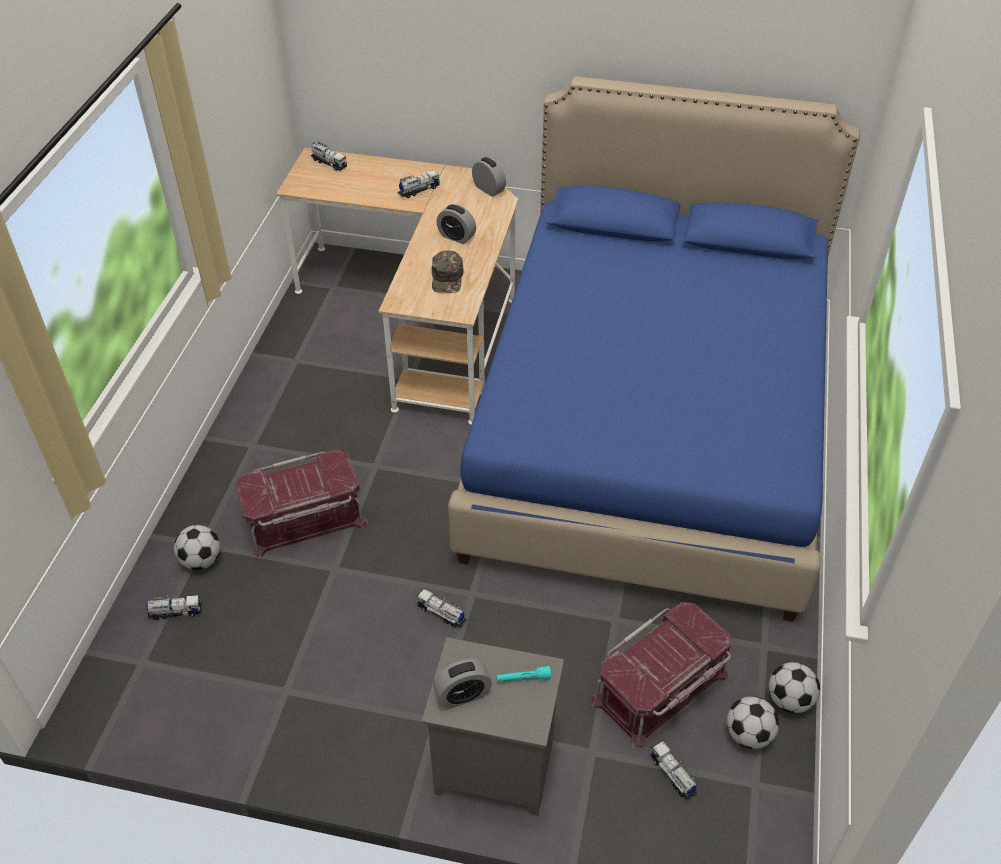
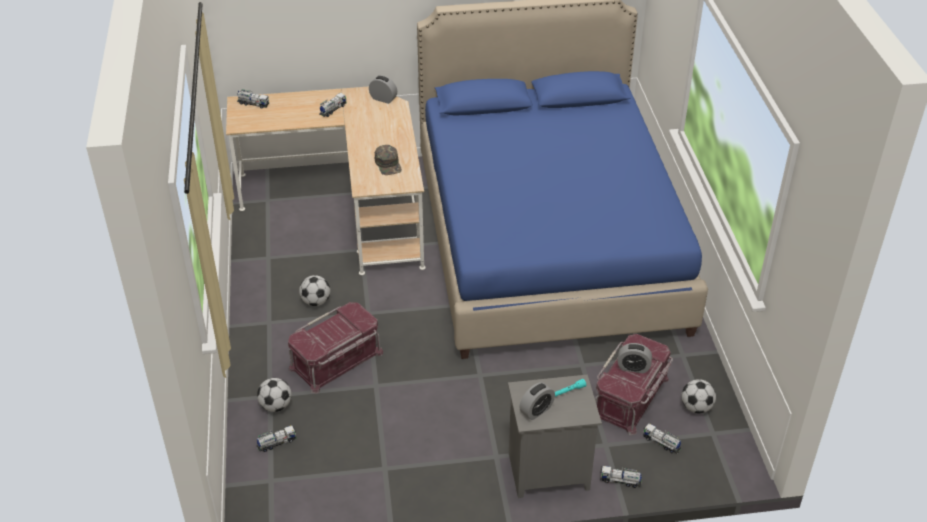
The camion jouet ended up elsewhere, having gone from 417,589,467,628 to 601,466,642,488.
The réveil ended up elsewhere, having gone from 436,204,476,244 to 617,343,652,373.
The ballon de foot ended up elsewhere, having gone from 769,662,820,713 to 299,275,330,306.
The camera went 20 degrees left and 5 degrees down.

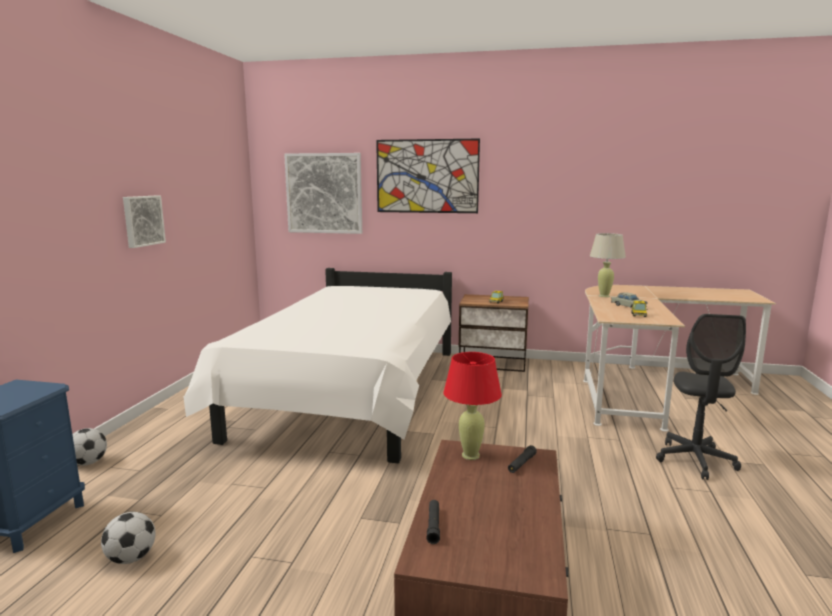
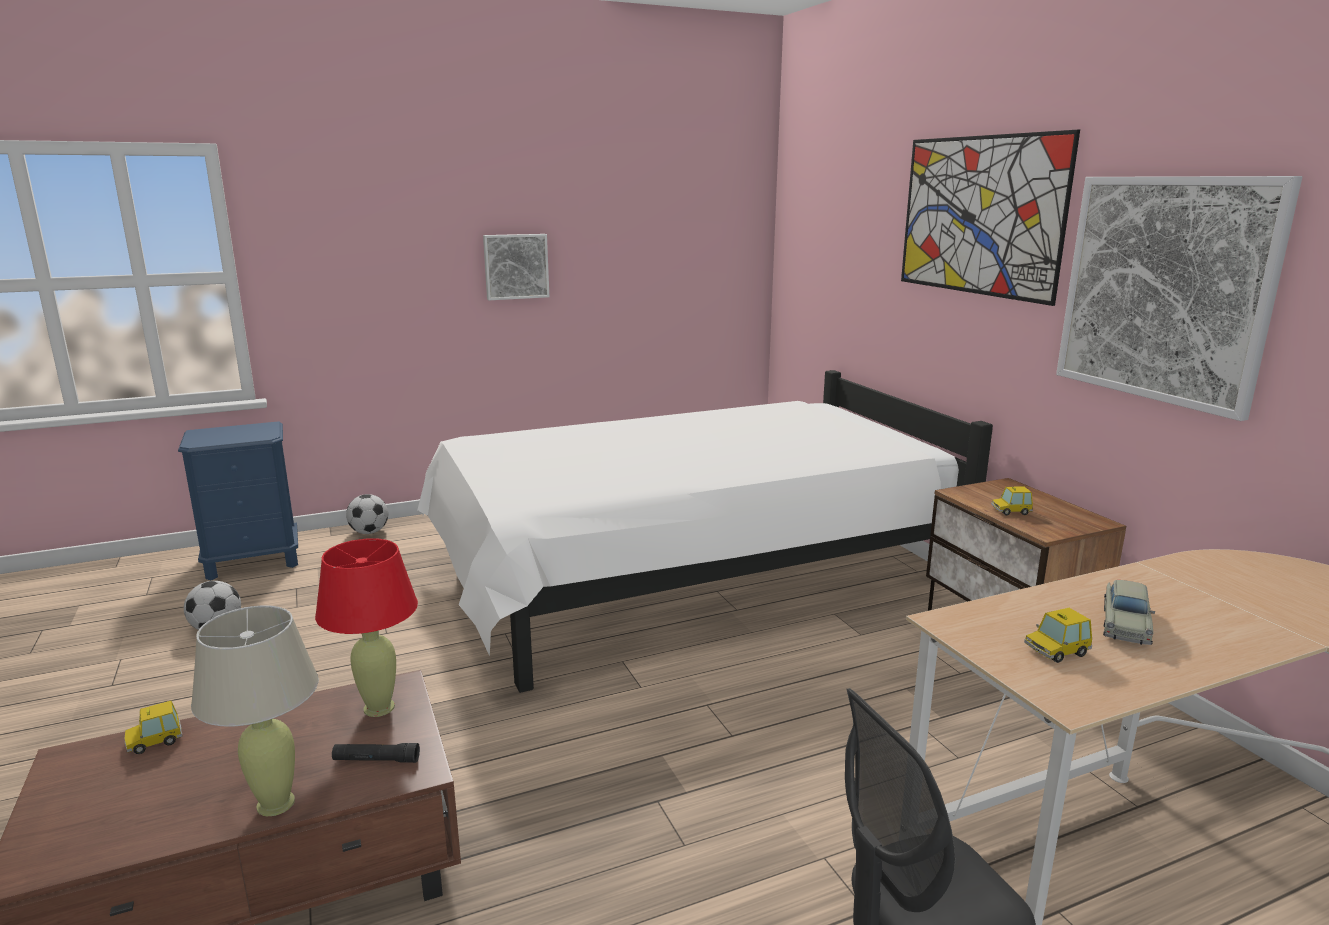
The tableau ended up elsewhere, having gone from 284,153,362,234 to 1056,176,1302,421.
Where the lampe de poche [noir] stood at 427,500,440,544, the petite voiture came to stand at 124,701,182,754.
The lampe de table [beige] ended up elsewhere, having gone from 590,233,626,297 to 191,605,319,816.
The camera went 55 degrees right and 5 degrees up.

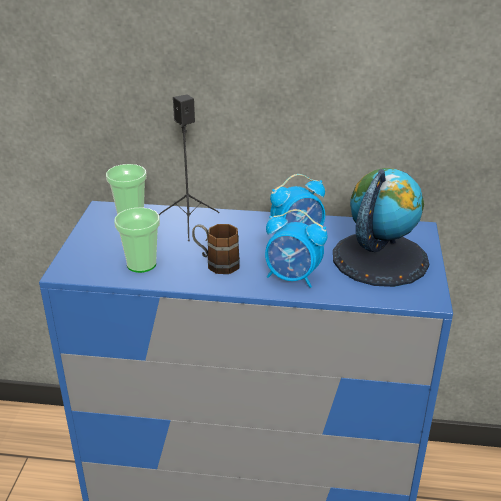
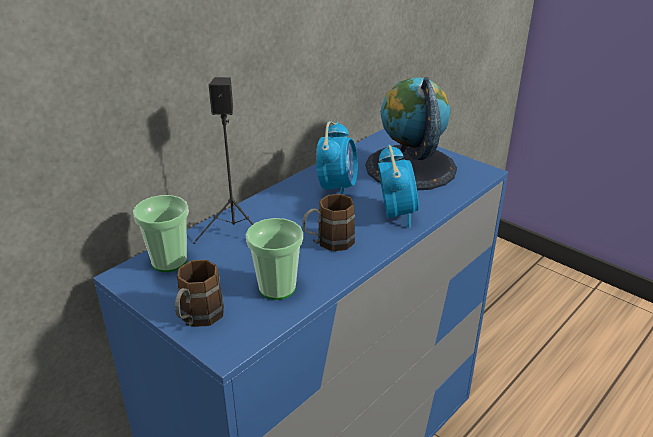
The réveil at 265,209,328,288 ended up facing another way, 60 degrees counterclockwise from before.
The second view gained the mug [marron] at 175,260,224,327.
The camera went 55 degrees left and 0 degrees up.

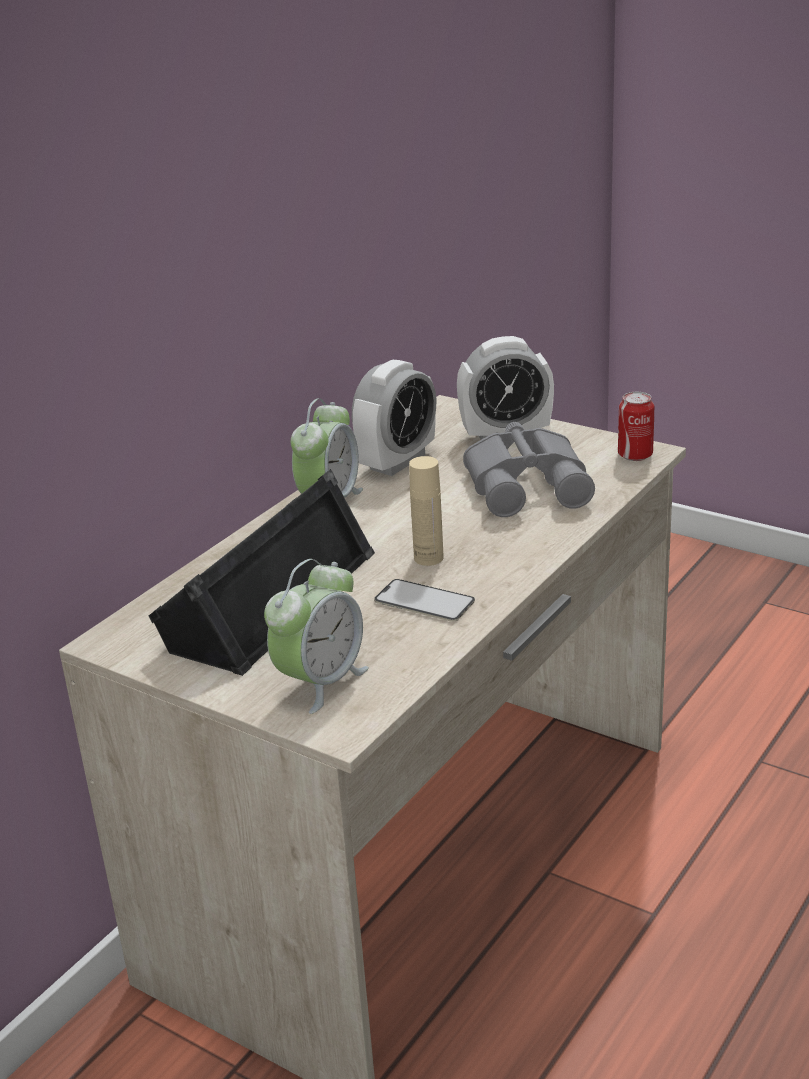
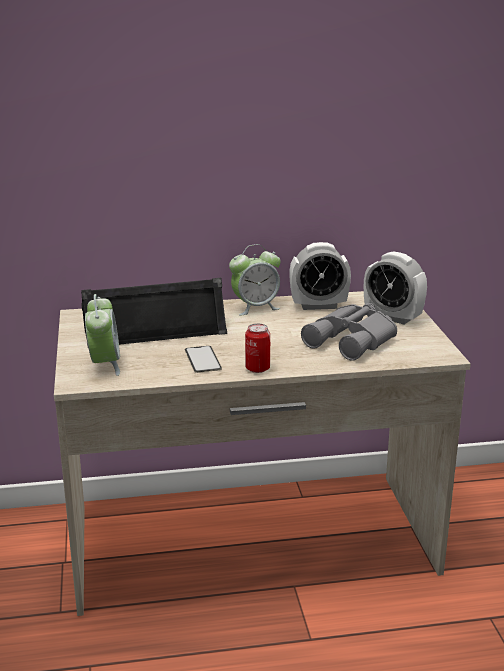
The réveil at 264,559,369,714 ended up facing another way, 90 degrees counterclockwise from before.
The second view lost the bouteille [beige] at 409,456,444,566.
The boîte métallique ended up elsewhere, having gone from 618,392,654,461 to 245,323,270,373.
The camera went 45 degrees right and 5 degrees down.

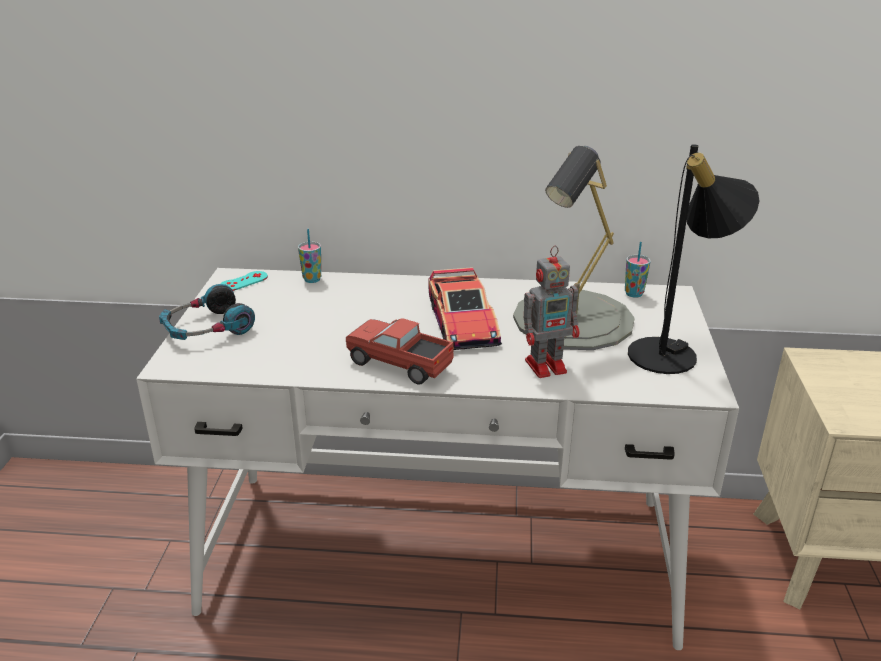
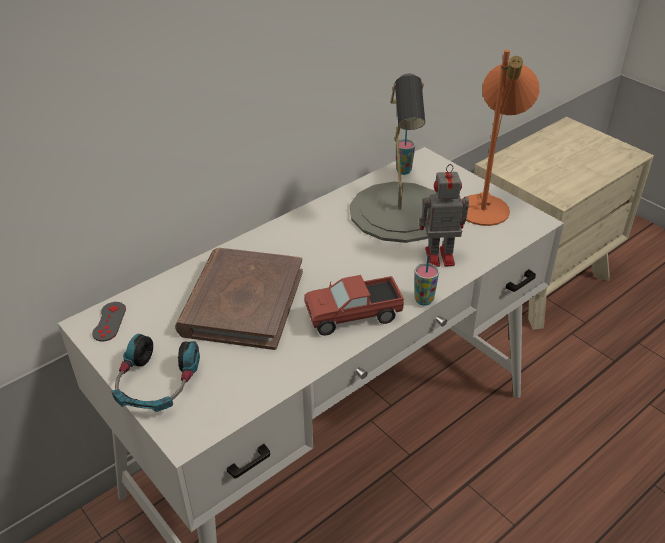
What was the manette [turquoise] at 220,271,268,291 turned into the manette [gris] at 92,302,126,342.
The tasse ended up elsewhere, having gone from 298,229,321,283 to 414,255,439,306.
The second view lost the petite voiture at 429,267,502,350.
The robot jouet at 524,245,579,378 ended up facing another way, 120 degrees counterclockwise from before.
What was the lampe de table [noir] at 628,144,759,374 turned into the lampe de table [orange] at 461,50,540,226.
The second view gained the livre [marron] at 175,248,303,350.
The camera went 45 degrees left and 10 degrees up.

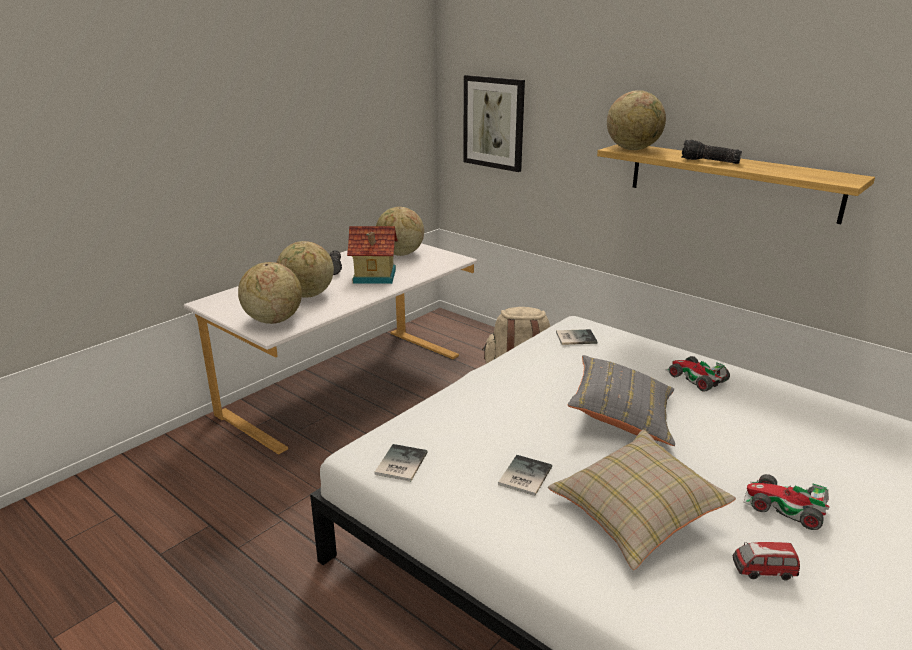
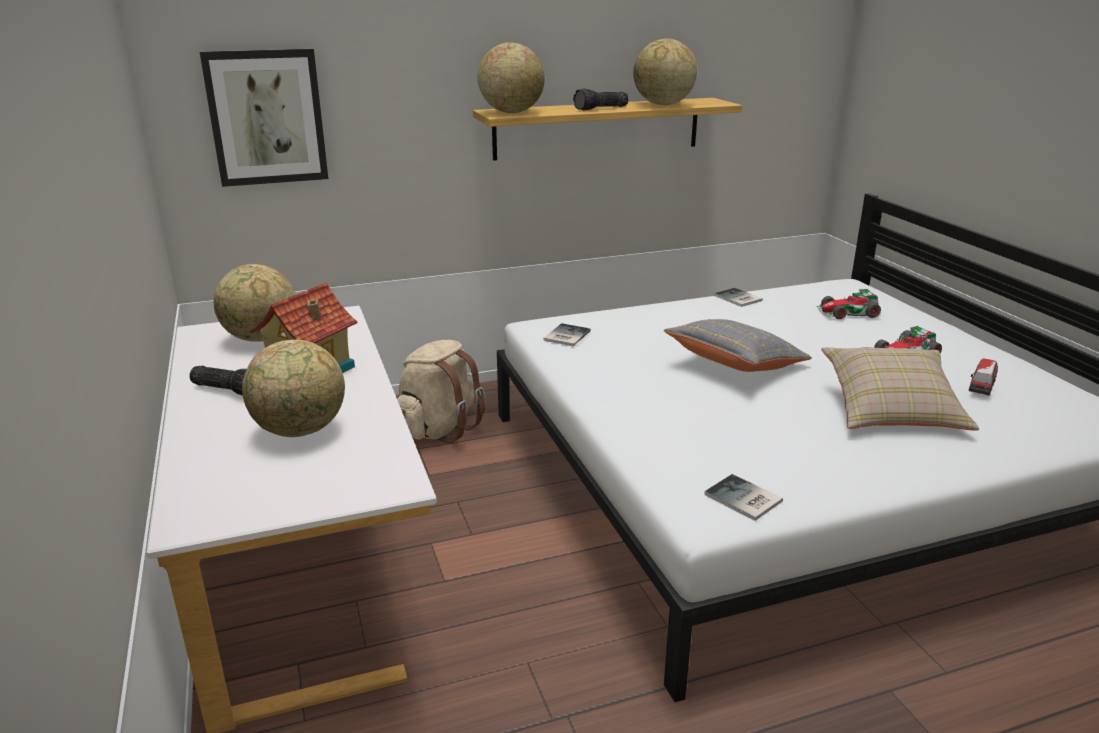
The globe ended up elsewhere, having gone from 238,262,302,324 to 633,38,697,105.
The livre ended up elsewhere, having gone from 498,455,552,496 to 714,288,763,307.
The petite voiture ended up elsewhere, having gone from 665,356,730,392 to 816,289,881,319.
The camera went 60 degrees left and 0 degrees up.

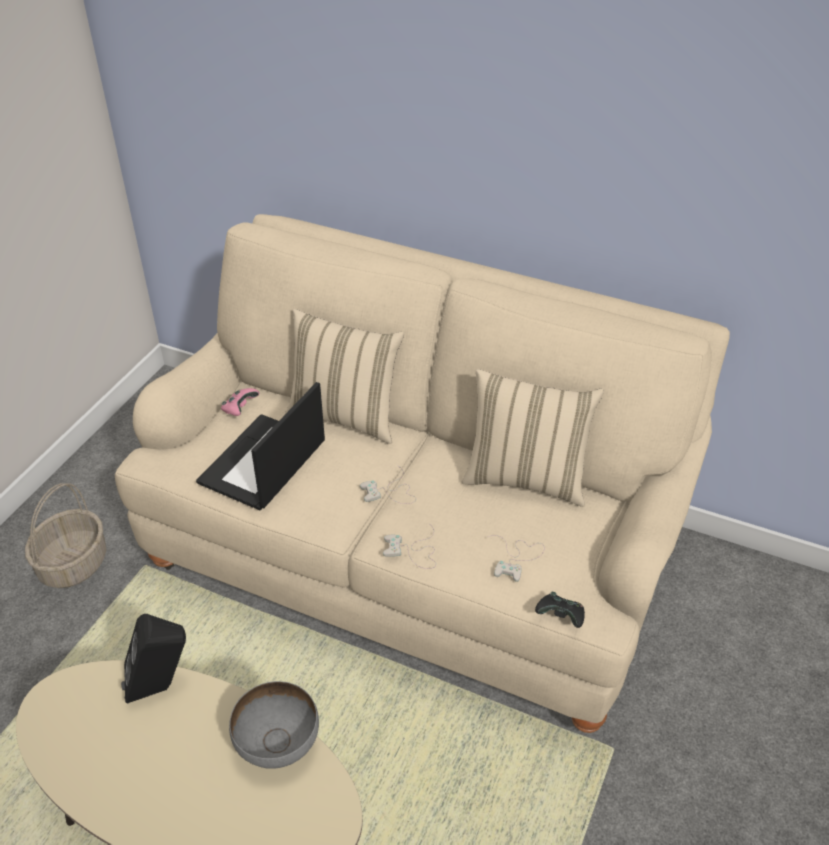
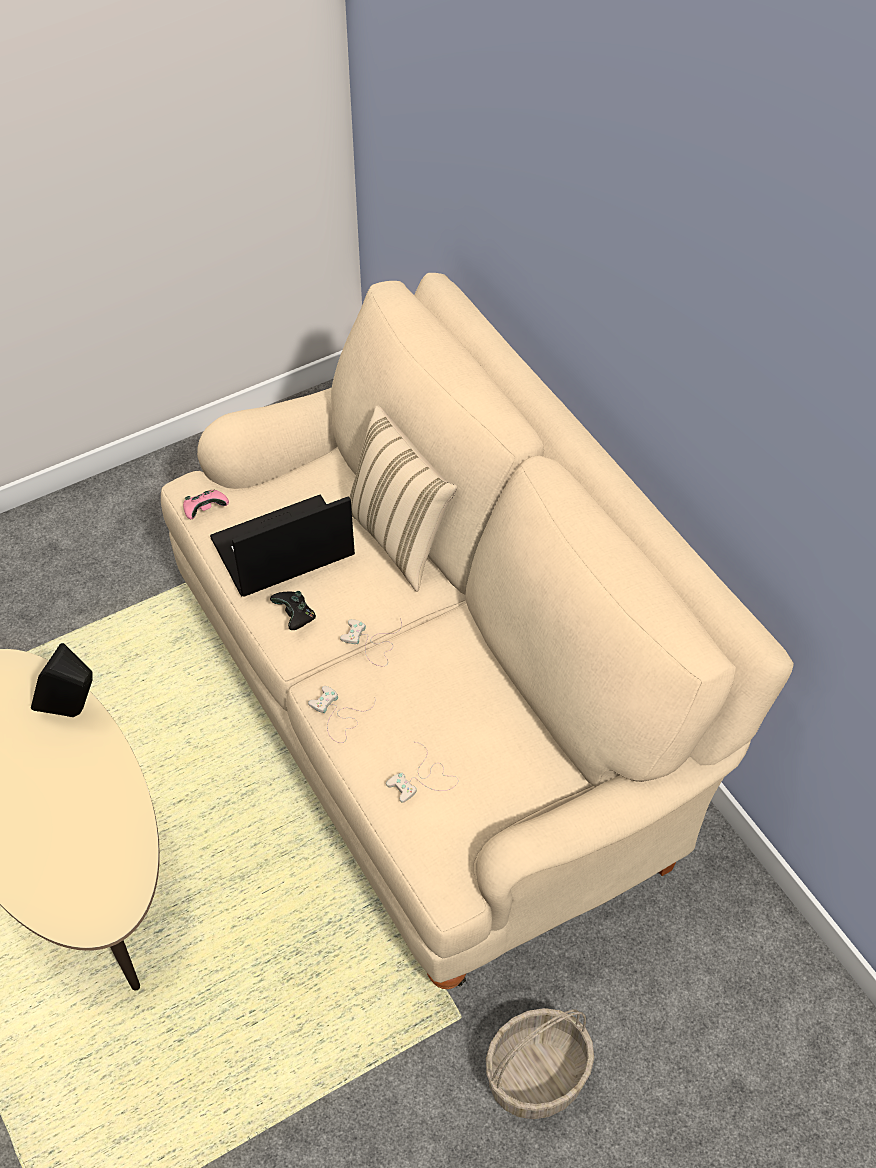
The panier ended up elsewhere, having gone from 25,483,106,588 to 486,1008,594,1119.
The manette [rose] ended up elsewhere, having gone from 221,388,259,416 to 183,489,229,519.
The second view lost the bol [gris] at 229,681,319,769.
The second view lost the coussin [beige] at 462,369,604,507.
The manette [noir] ended up elsewhere, having gone from 535,592,585,628 to 270,591,316,630.
The camera went 35 degrees right and 10 degrees up.

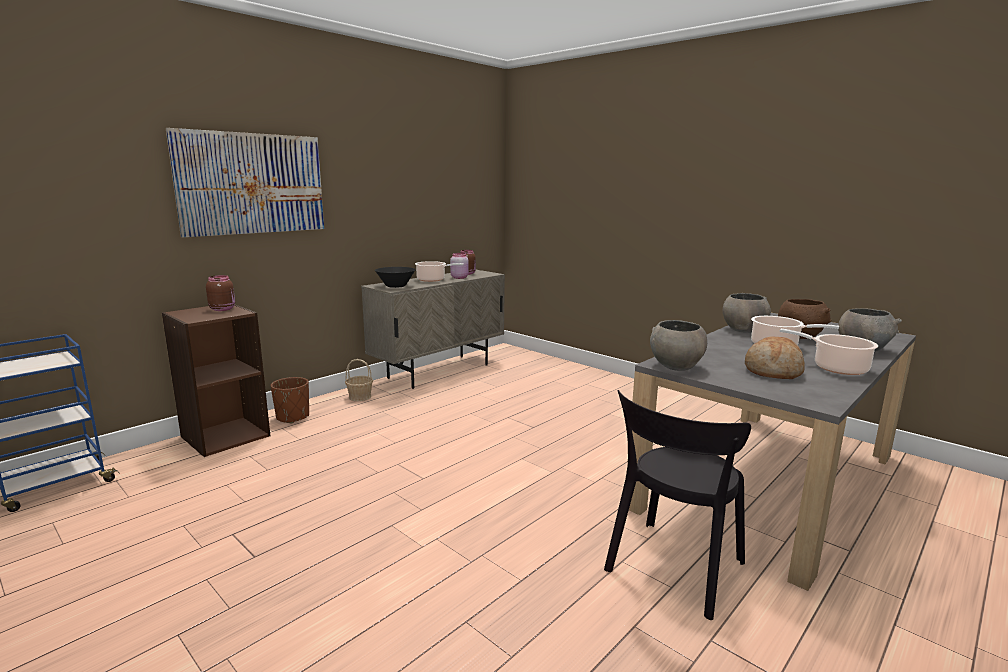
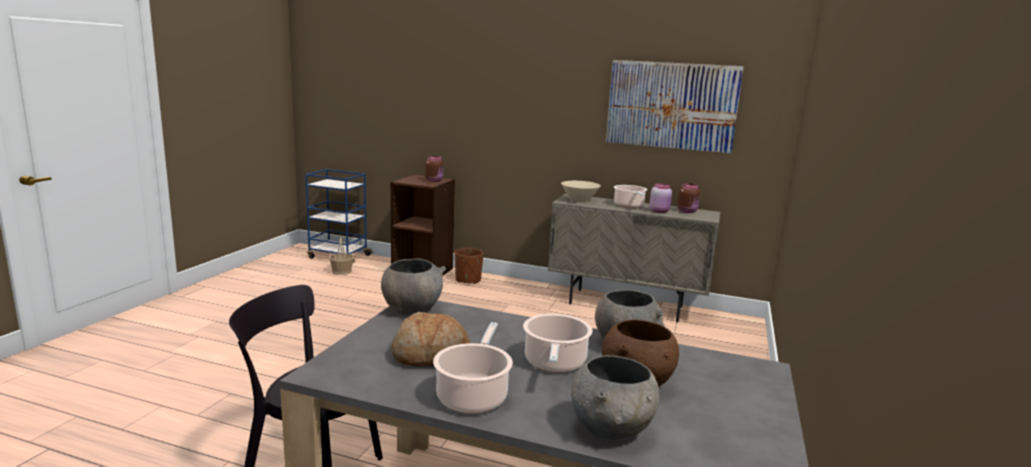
The tableau ended up elsewhere, having gone from 166,128,324,237 to 606,60,744,153.
The panier ended up elsewhere, having gone from 345,359,373,401 to 329,238,354,275.
What was the bol [noir] at 375,267,416,288 turned into the bol [beige] at 561,181,601,202.
The camera went 65 degrees right and 0 degrees up.

